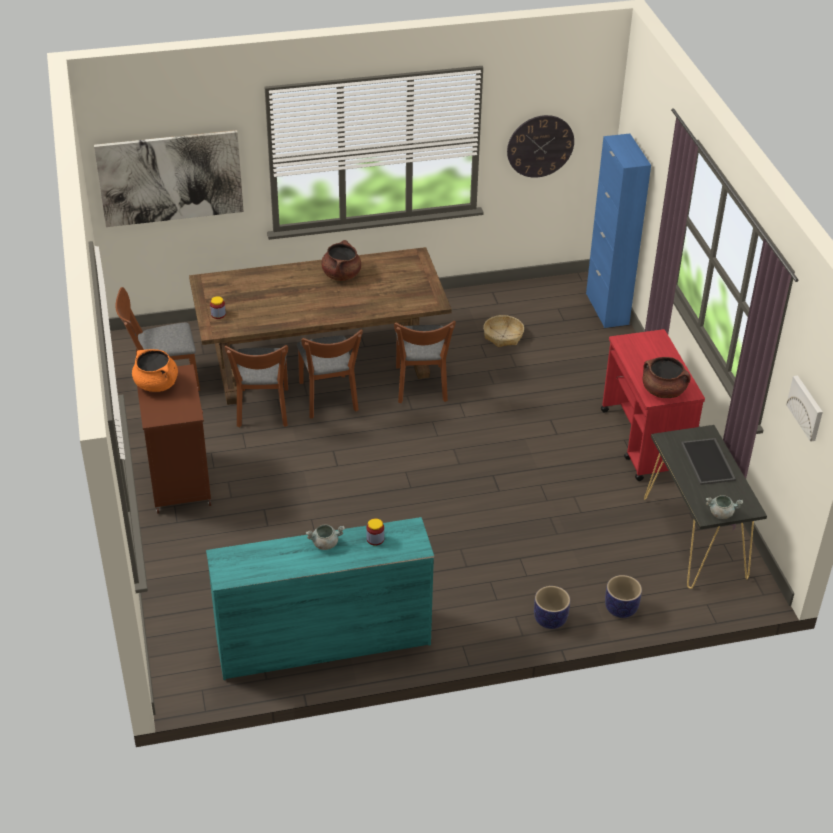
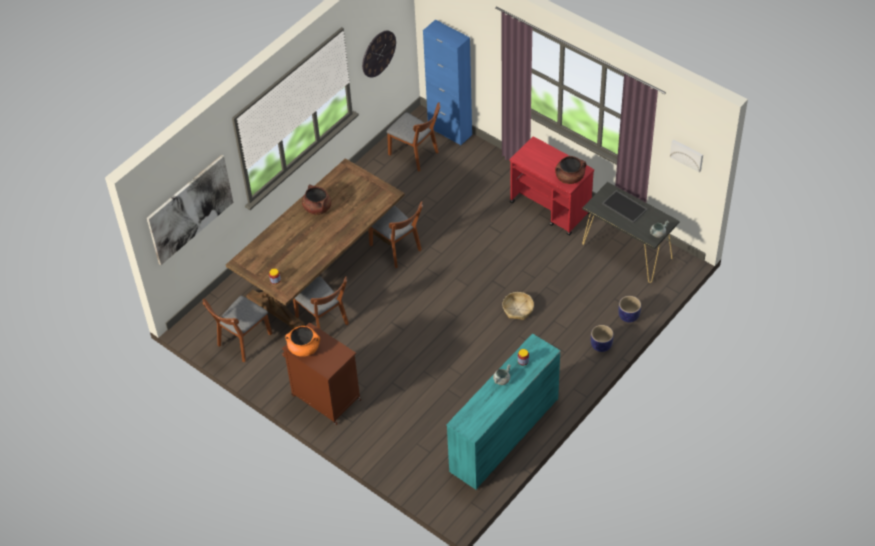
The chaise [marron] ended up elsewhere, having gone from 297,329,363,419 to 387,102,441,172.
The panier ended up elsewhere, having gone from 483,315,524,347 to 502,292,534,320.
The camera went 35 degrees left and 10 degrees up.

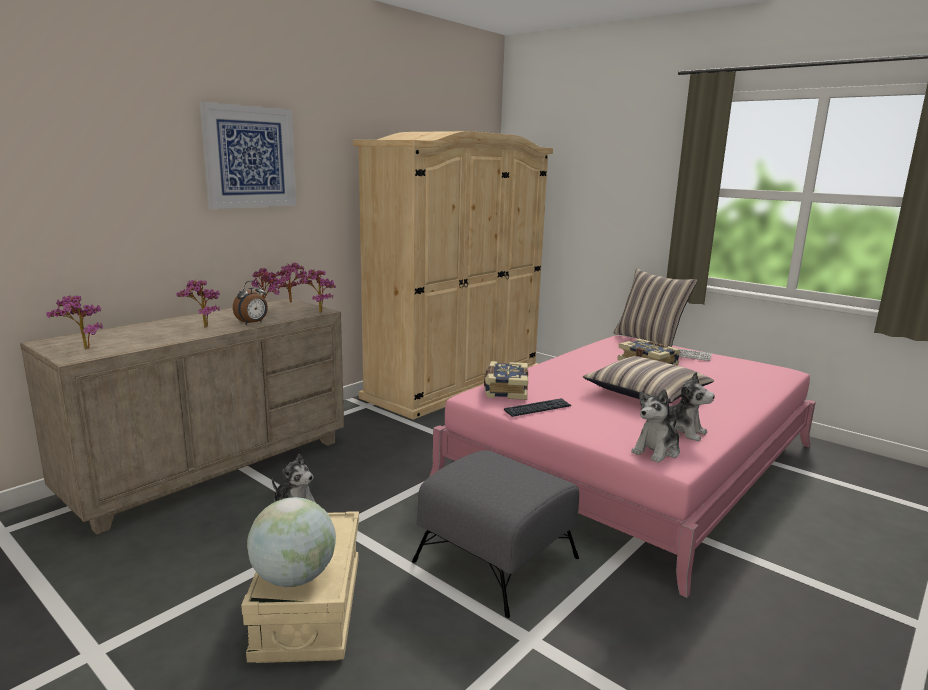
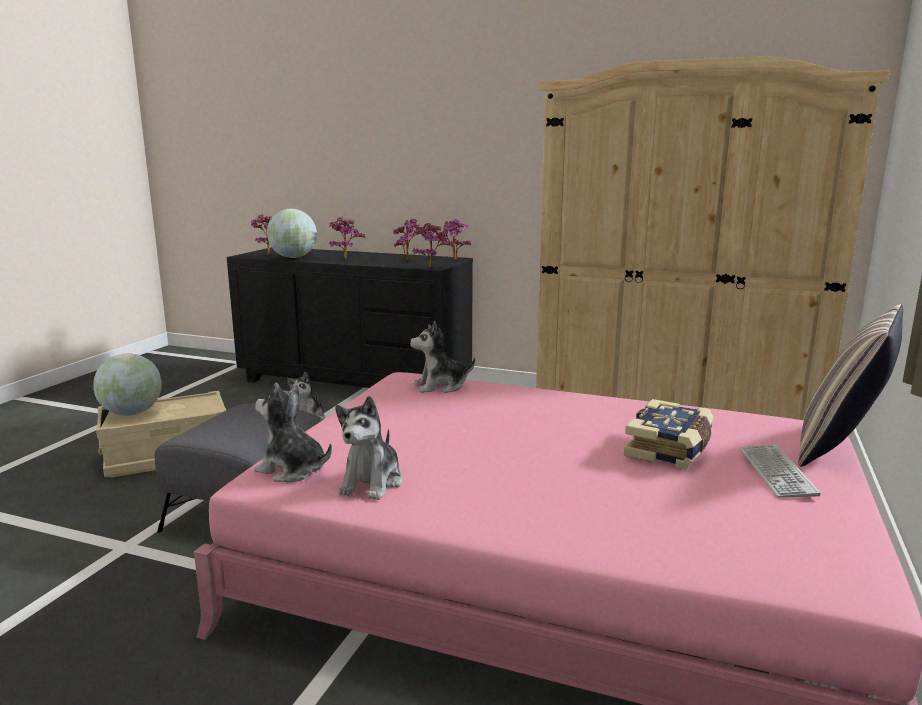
What was the commode [beige] at 20,299,344,535 turned into the commode [noir] at 227,247,473,388.
The second view lost the tableau at 199,102,296,209.
The second view lost the réveil at 233,281,268,325.
Where the livre stood at 484,361,528,400, the peluche came to stand at 410,321,475,393.
The second view lost the clavier at 504,398,571,417.
The second view lost the coussin at 583,356,714,403.
The second view gained the globe at 267,209,317,258.
The camera went 70 degrees right and 0 degrees up.

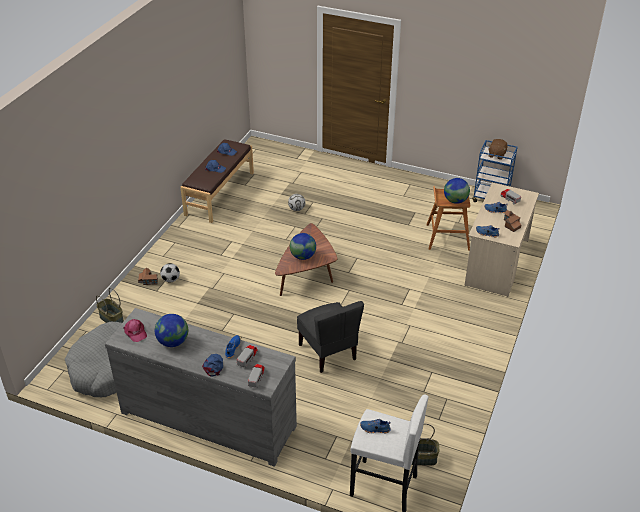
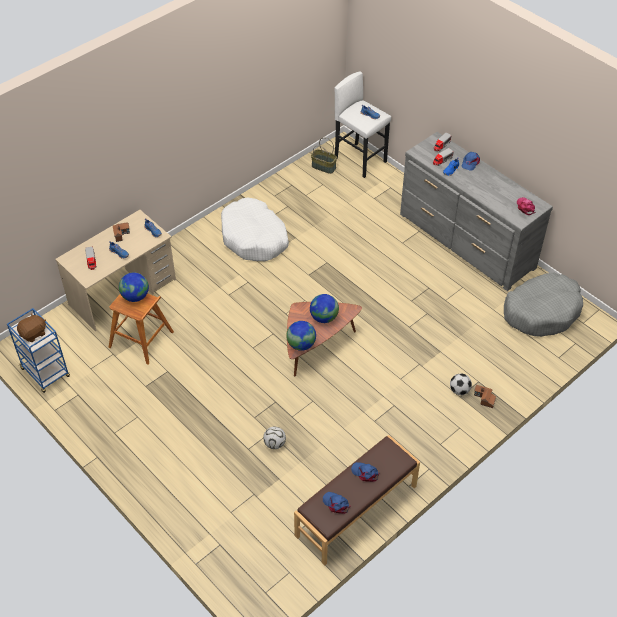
The second view lost the panier at 96,288,124,323.
The globe ended up elsewhere, having gone from 155,314,188,347 to 286,321,316,351.
The second view lost the chaise [gris] at 297,301,364,373.
The second view gained the panier pour chien [blanc] at 221,198,289,261.
The camera went 155 degrees left and 10 degrees up.

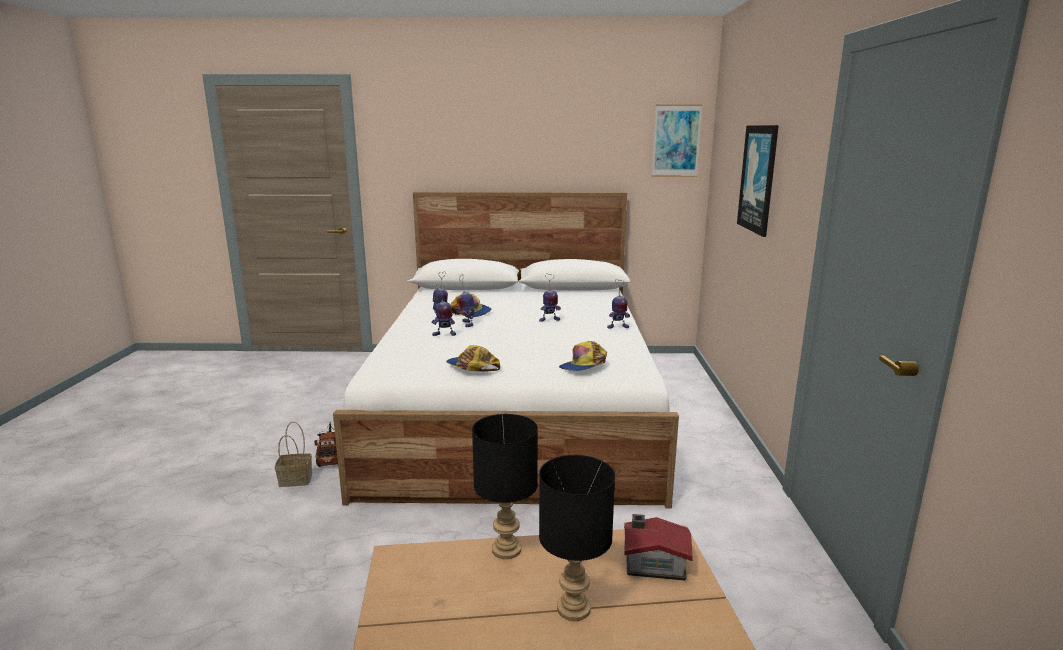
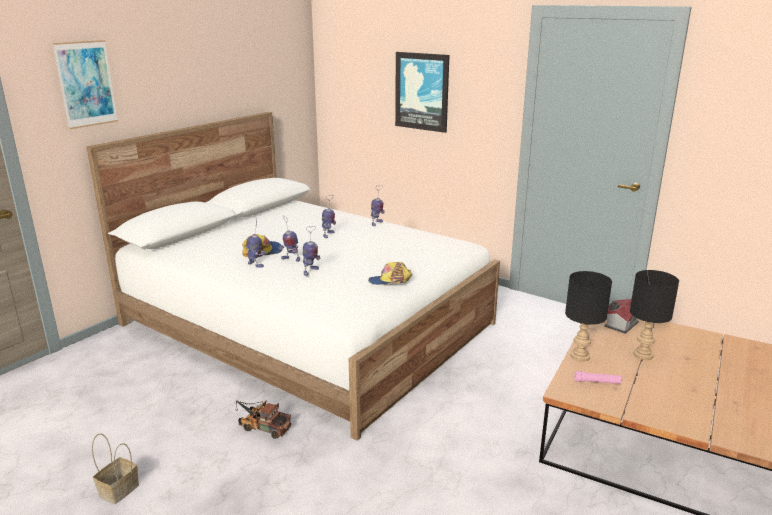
The panier ended up elsewhere, having gone from 275,421,312,487 to 92,433,139,504.
The second view lost the casquette at 559,341,607,371.
The tableau ended up elsewhere, having gone from 652,104,703,177 to 52,40,118,129.
The second view gained the lampe de poche [rose] at 574,371,622,384.
The camera went 55 degrees left and 5 degrees up.

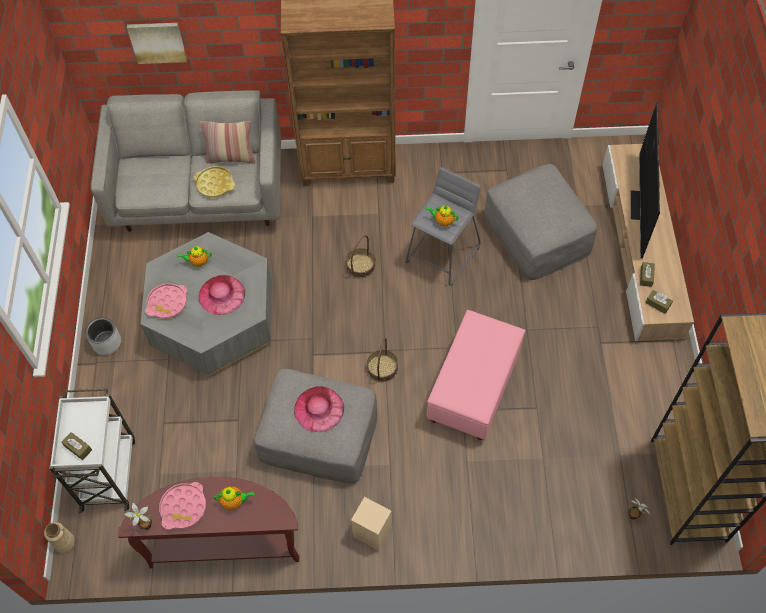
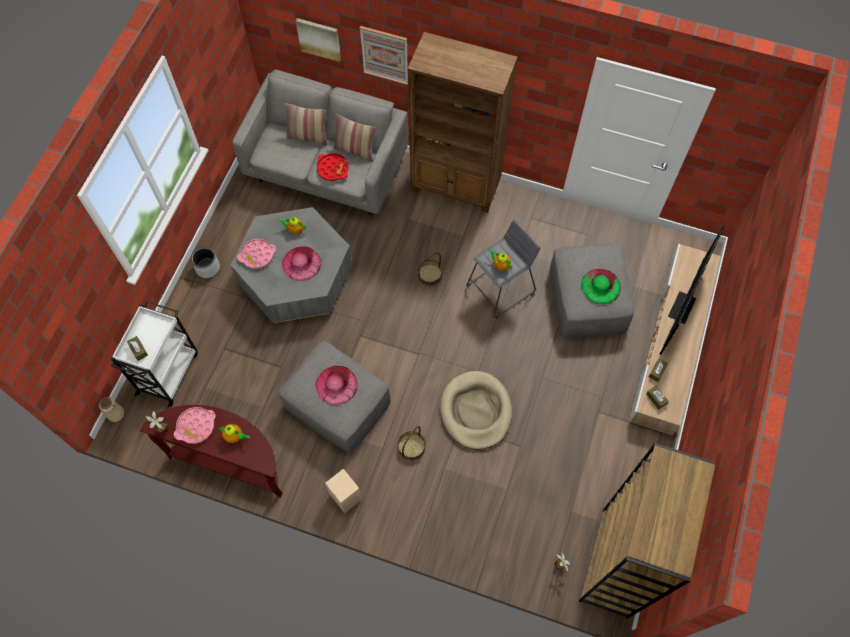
What was the plateau [jaune] at 193,166,235,197 turned into the plateau [rouge] at 317,153,349,181.
The panier ended up elsewhere, having gone from 367,337,398,382 to 398,426,425,461.
Where the pouf [rose] stood at 427,310,526,440, the panier pour chien [beige] came to stand at 440,371,512,449.
The second view gained the coussin at 285,103,328,145.
The second view gained the tableau at 360,26,408,85.
The second view gained the chapeau [vert] at 581,269,621,304.
The camera went 20 degrees right and 5 degrees up.

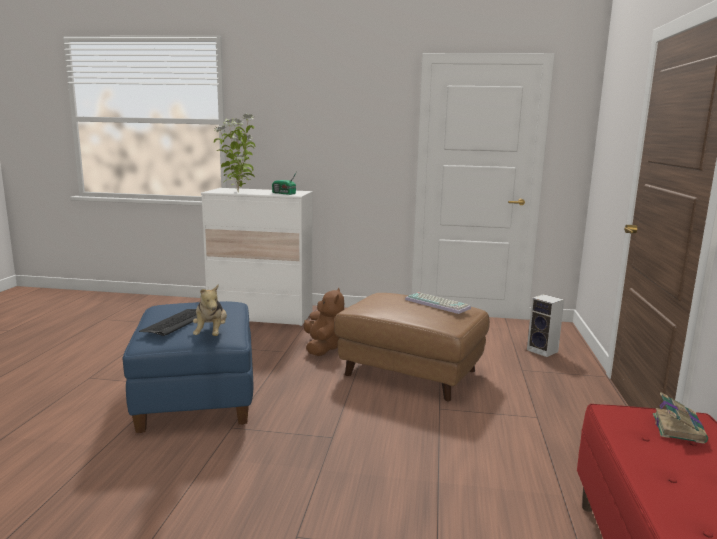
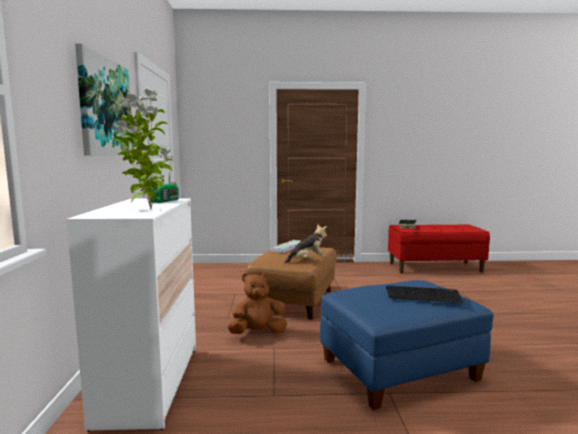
The peluche ended up elsewhere, having gone from 193,284,227,336 to 284,224,327,264.
The second view lost the enceinte at 527,294,564,357.
The second view gained the tableau at 75,43,133,155.
The camera went 100 degrees left and 5 degrees down.

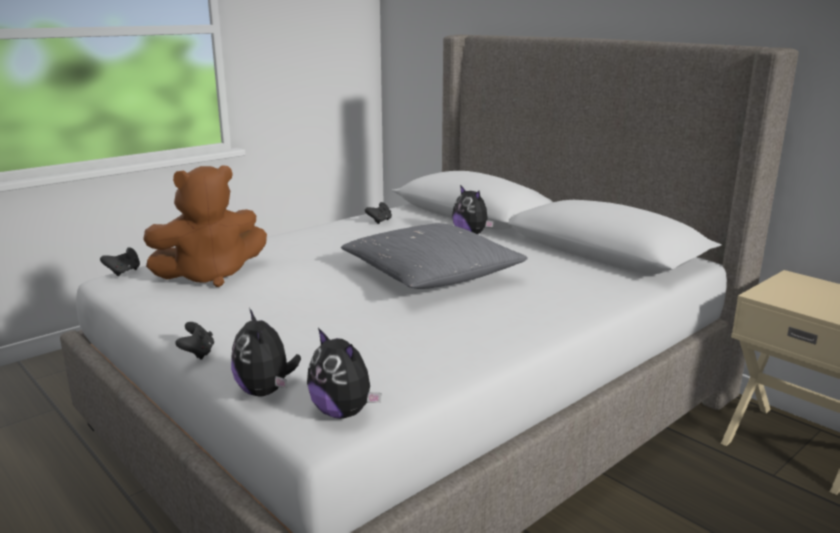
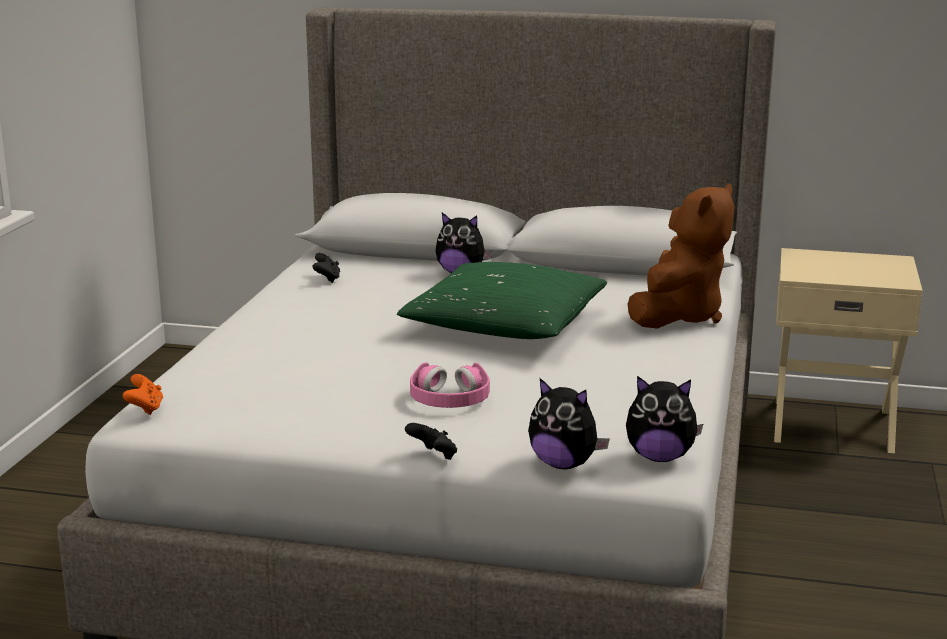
What was the manette [noir] at 100,247,140,276 turned into the manette [orange] at 123,374,163,415.
The peluche [marron] ended up elsewhere, having gone from 143,166,267,287 to 628,183,735,329.
What was the coussin [gris] at 341,223,528,289 turned into the coussin [vert] at 397,262,607,339.
The second view gained the casque audio [rose] at 410,362,490,408.
The camera went 35 degrees left and 0 degrees up.

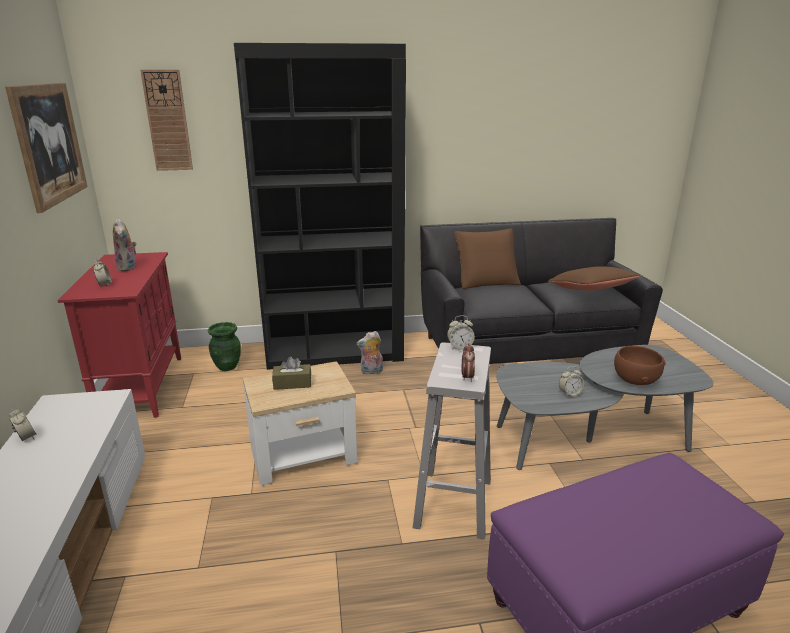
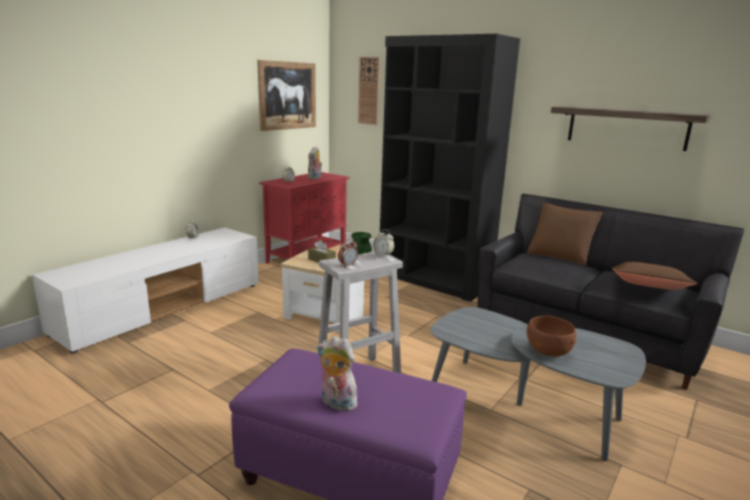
The peluche ended up elsewhere, having gone from 357,331,383,375 to 317,336,357,411.
The second view lost the réveil at 559,366,584,397.
The second view gained the étagère at 551,106,711,151.
The camera went 45 degrees right and 5 degrees down.

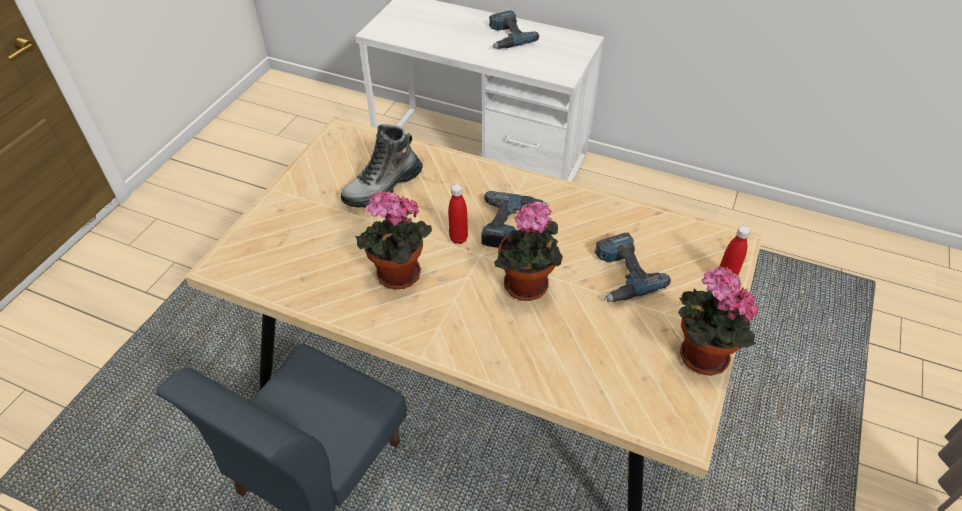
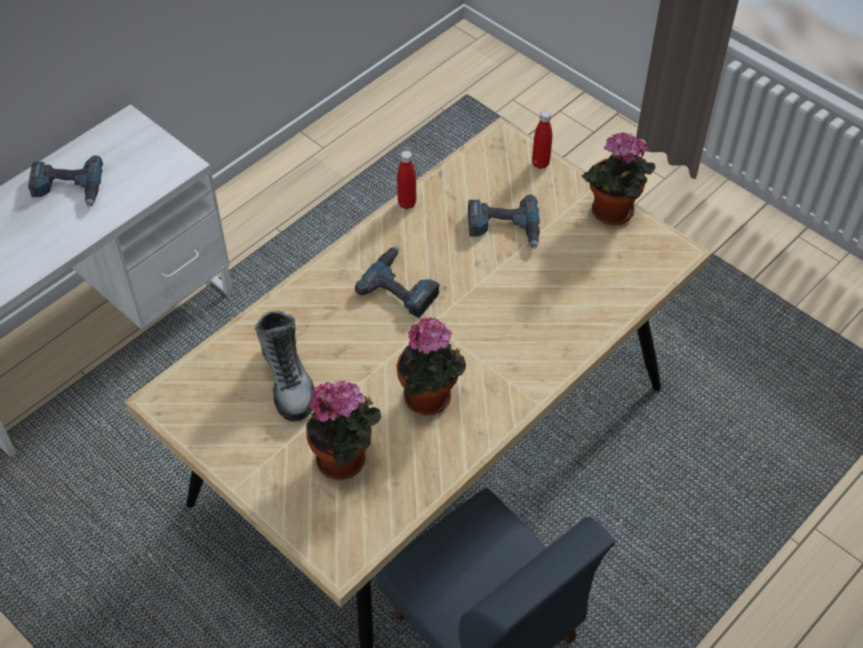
The bouteille [rouge] ended up elsewhere, having gone from 448,184,468,244 to 397,151,416,209.
The plante en pot ended up elsewhere, having gone from 494,202,563,301 to 306,381,381,480.
The camera went 70 degrees left and 5 degrees up.

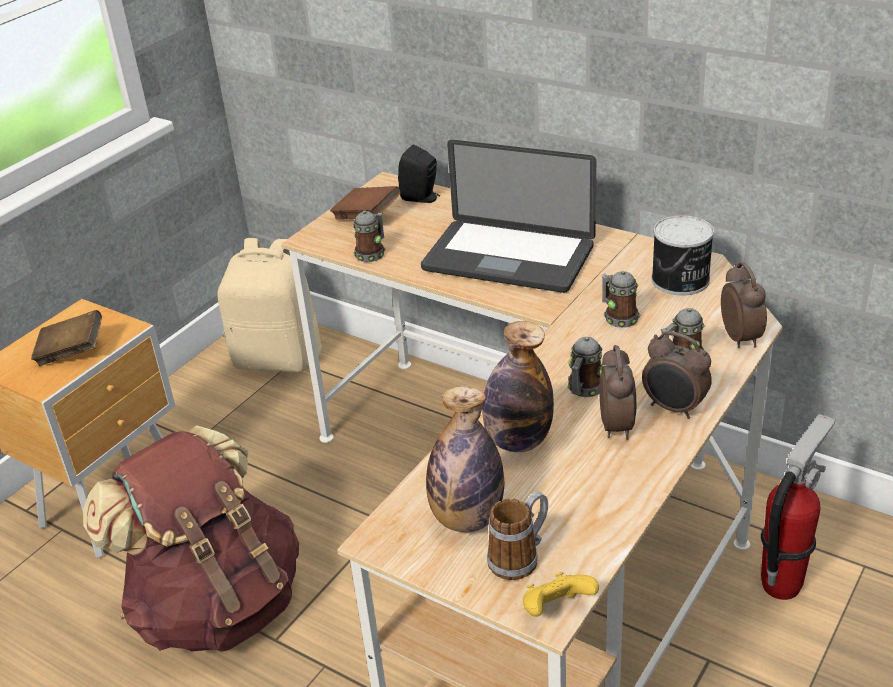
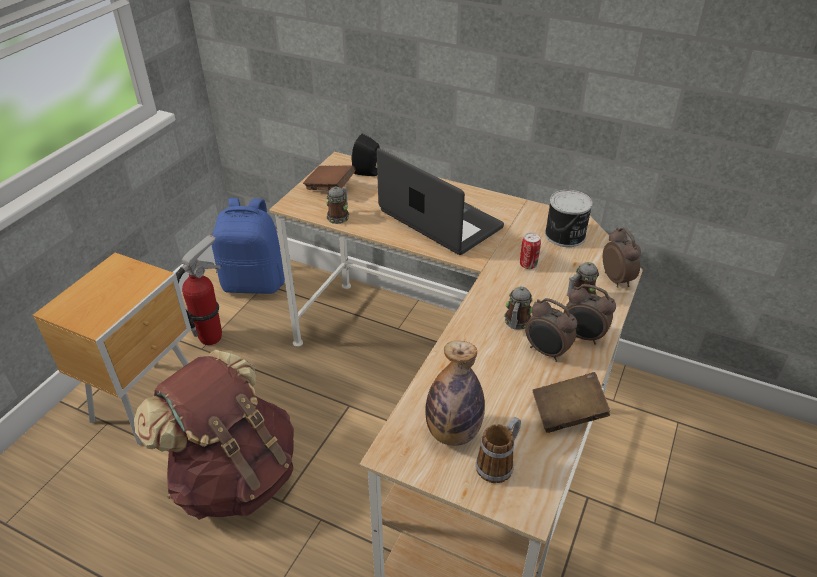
The livre [marron] ended up elsewhere, having gone from 31,310,102,366 to 533,372,610,433.
What was the sac à dos [beige] at 217,238,322,372 turned into the sac à dos [bleu] at 212,198,285,294.
The ordinateur portable at 421,140,596,293 ended up facing another way, 150 degrees counterclockwise from before.
The second view lost the bouteille at 482,321,554,452.
The second view lost the manette [jaune] at 523,572,599,617.
The réveil at 599,345,636,440 ended up facing another way, 135 degrees clockwise from before.
Where the mug stood at 602,271,640,328, the boîte métallique came to stand at 520,233,541,269.
The extincteur ended up elsewhere, having gone from 761,414,835,600 to 176,234,222,345.
The camera went 10 degrees left and 5 degrees up.

